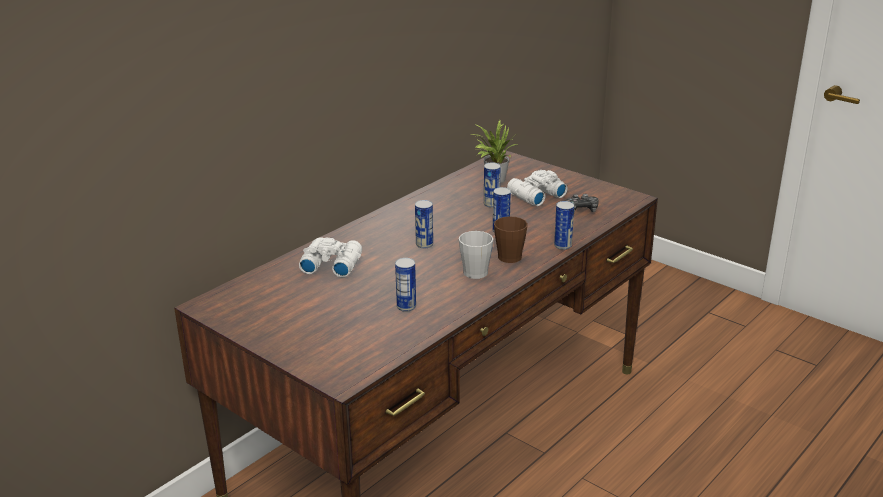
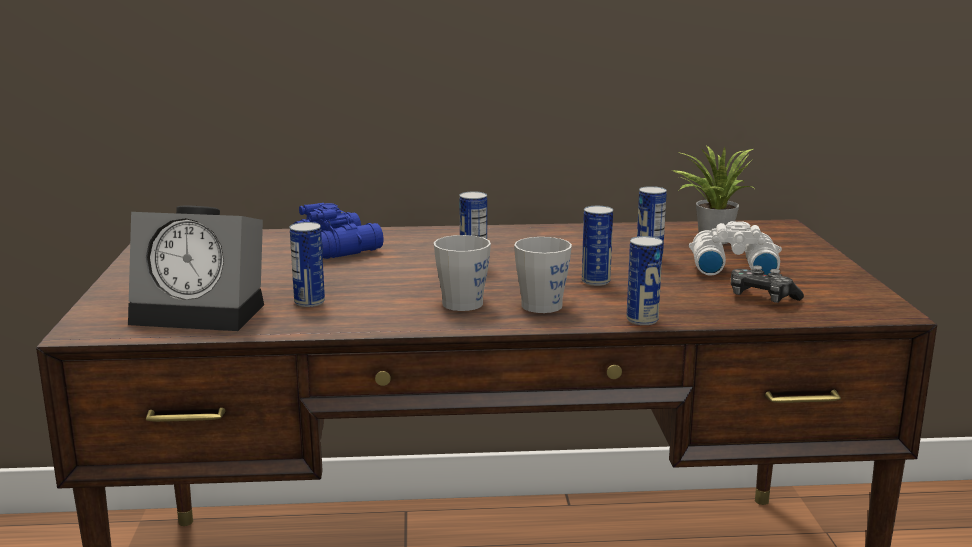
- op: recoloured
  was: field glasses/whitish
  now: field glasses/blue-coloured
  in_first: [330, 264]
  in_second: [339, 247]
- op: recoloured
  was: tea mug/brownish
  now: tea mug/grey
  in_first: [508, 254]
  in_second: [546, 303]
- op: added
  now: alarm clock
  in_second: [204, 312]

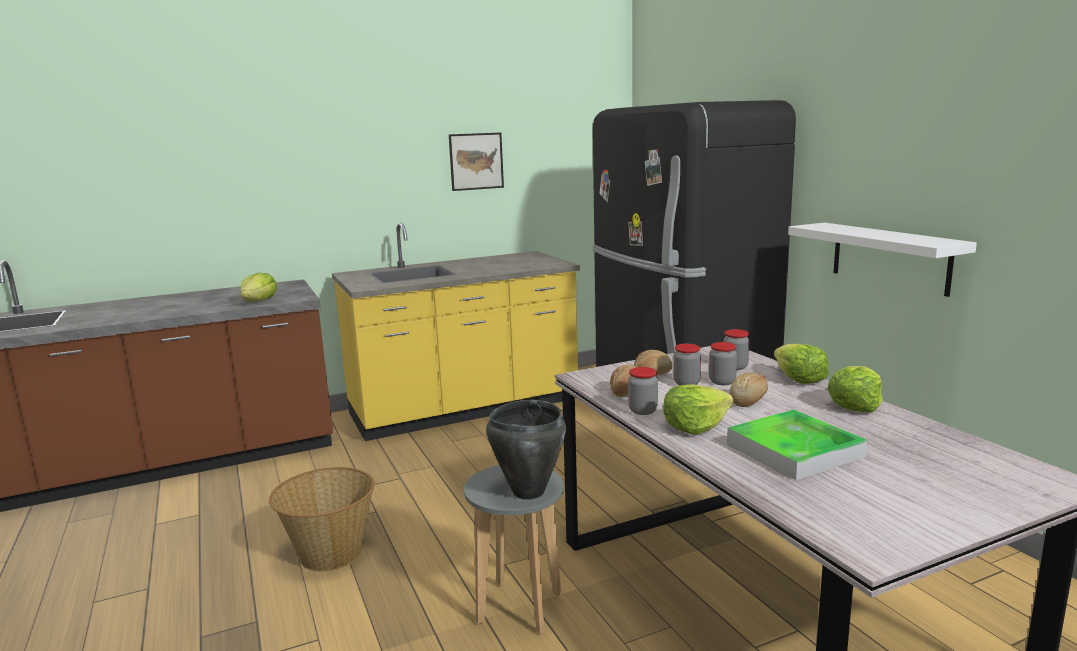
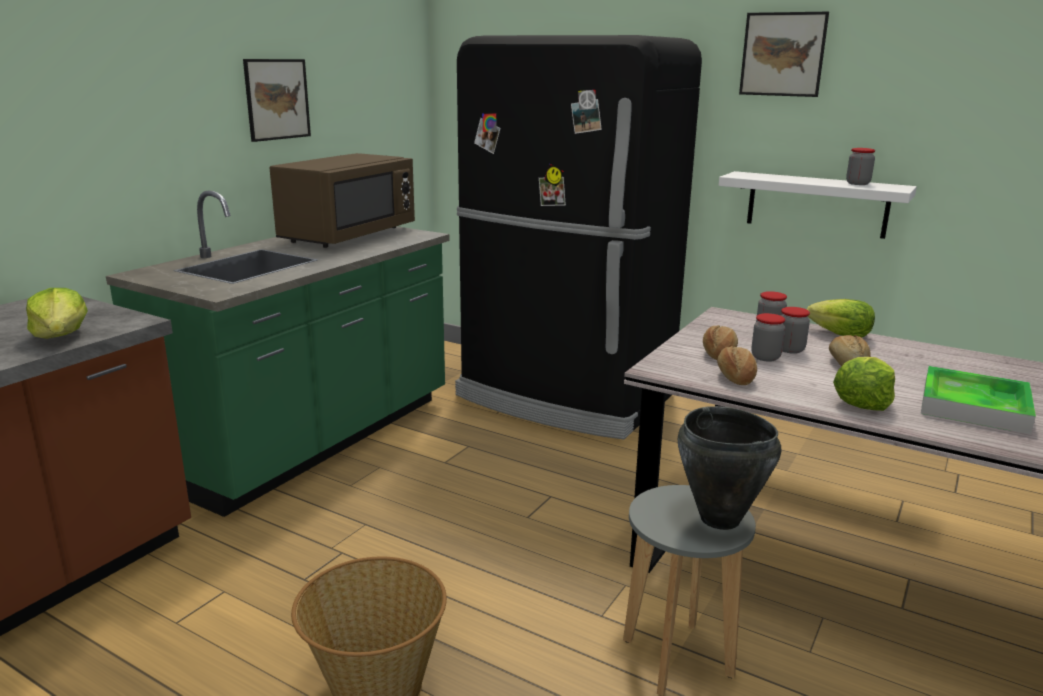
- op: recoloured
  was: kitchen counter/yellow
  now: kitchen counter/green
  in_first: [464, 409]
  in_second: [313, 440]
- op: moved
  was: jar
  in_first: [642, 411]
  in_second: [858, 183]
- op: removed
  was: lettuce head
  in_first: [855, 405]
- op: added
  now: microwave/brownish
  in_second: [348, 235]
- op: added
  now: wall picture
  in_second: [782, 54]

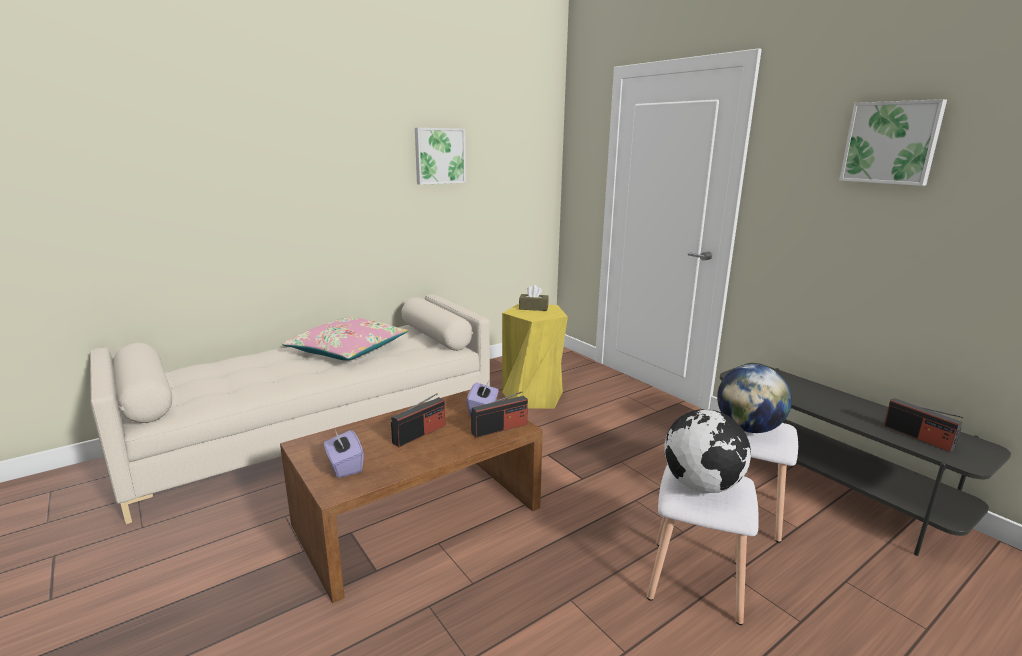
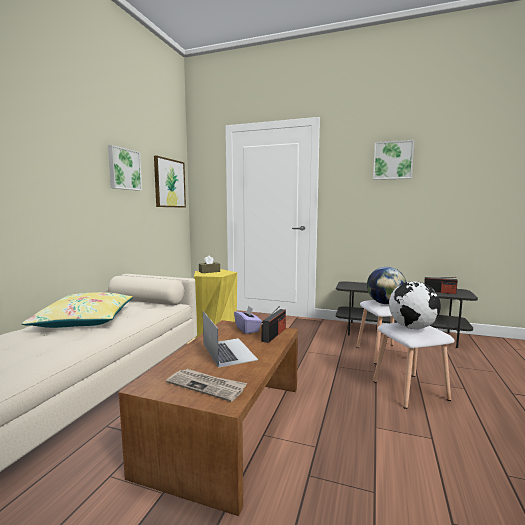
- op: recoloured
  was: pillow/pink
  now: pillow/yellow
  in_first: [348, 350]
  in_second: [85, 320]
- op: replaced
  was: tissue holder/purple-coloured
  now: printed paper
  in_first: [344, 466]
  in_second: [207, 386]
- op: replaced
  was: radio
  now: laptop
  in_first: [419, 434]
  in_second: [229, 351]
- op: added
  now: wall picture
  in_second: [169, 183]

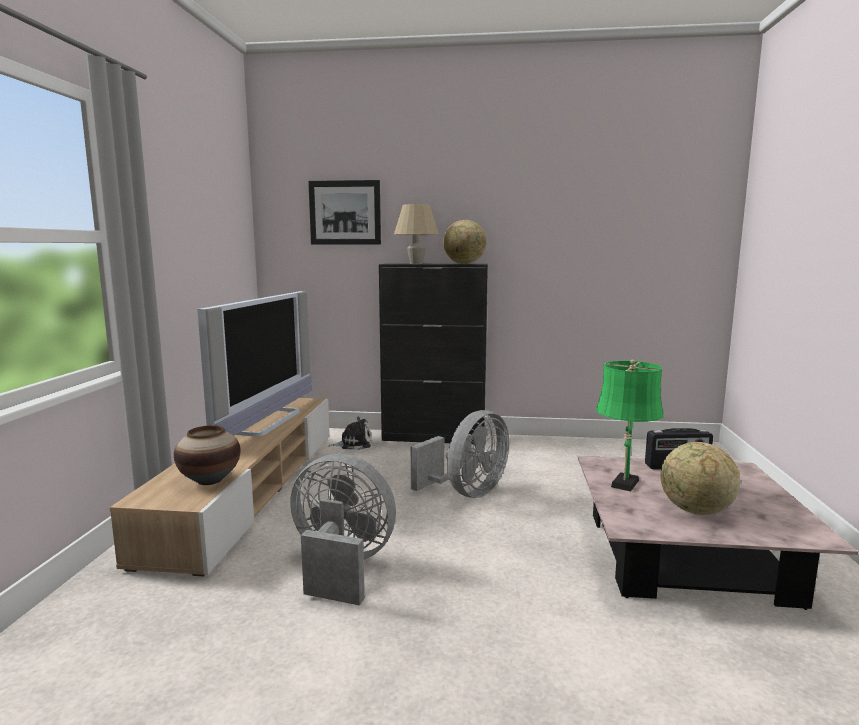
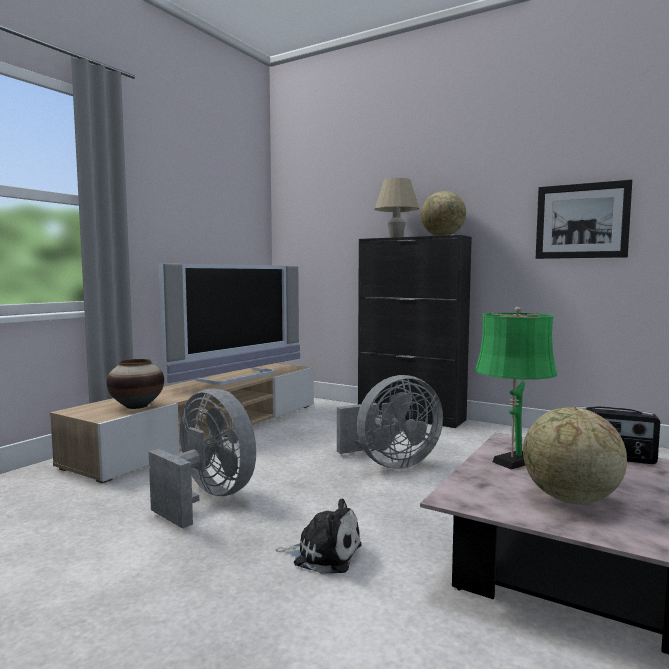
- op: moved
  was: wall picture
  in_first: [345, 212]
  in_second: [581, 221]
- op: moved
  was: plush toy
  in_first: [353, 444]
  in_second: [323, 554]

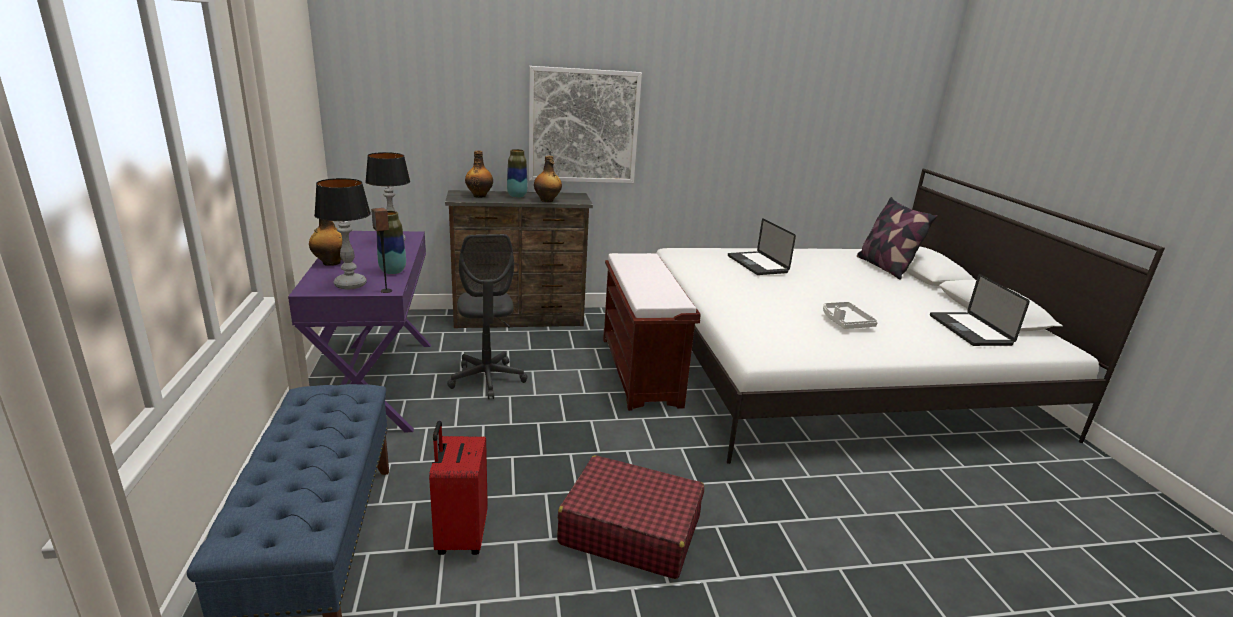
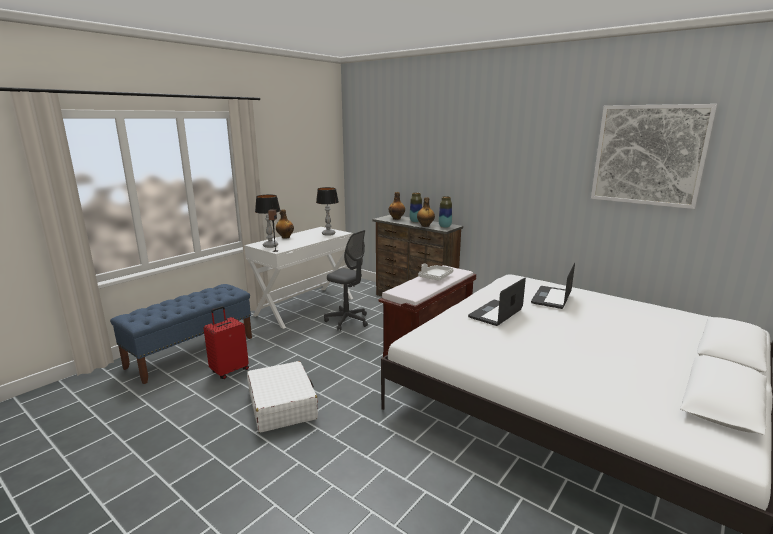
- op: recoloured
  was: desk table/purple-coloured
  now: desk table/whitish
  in_first: [377, 384]
  in_second: [304, 306]
- op: moved
  was: flower vase
  in_first: [393, 271]
  in_second: [445, 227]
- op: turned
  was: computer chair/grey
  in_first: [487, 379]
  in_second: [347, 321]
  clockwise: -90
- op: moved
  was: wall picture
  in_first: [583, 126]
  in_second: [648, 155]
- op: recoloured
  was: travel case/red-coloured
  now: travel case/whitish
  in_first: [630, 530]
  in_second: [282, 405]
- op: moved
  was: serving tray/whitish
  in_first: [845, 322]
  in_second: [435, 277]
- op: removed
  was: pillow
  in_first: [885, 267]
- op: moved
  was: laptop
  in_first: [969, 330]
  in_second: [495, 313]

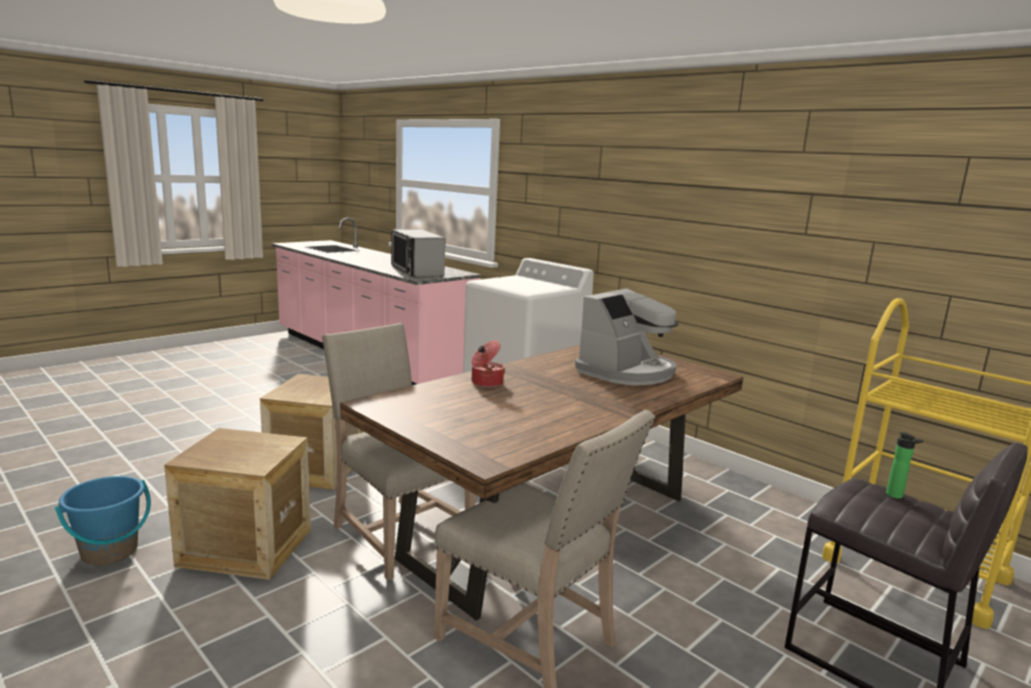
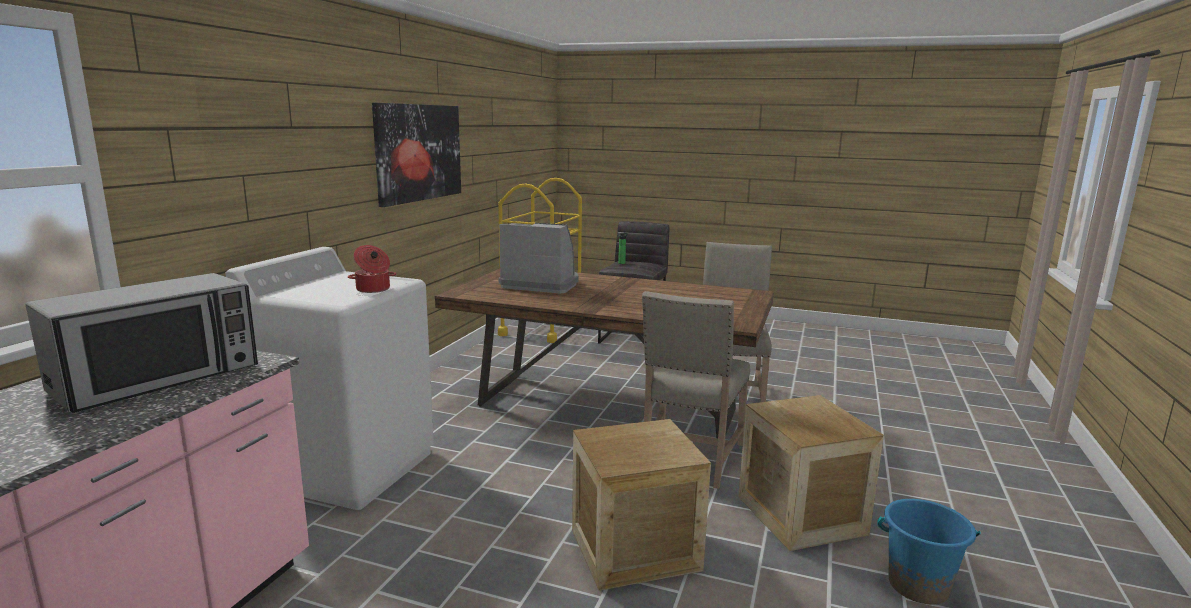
- op: moved
  was: saucepot
  in_first: [486, 383]
  in_second: [373, 289]
- op: added
  now: wall picture
  in_second: [419, 152]

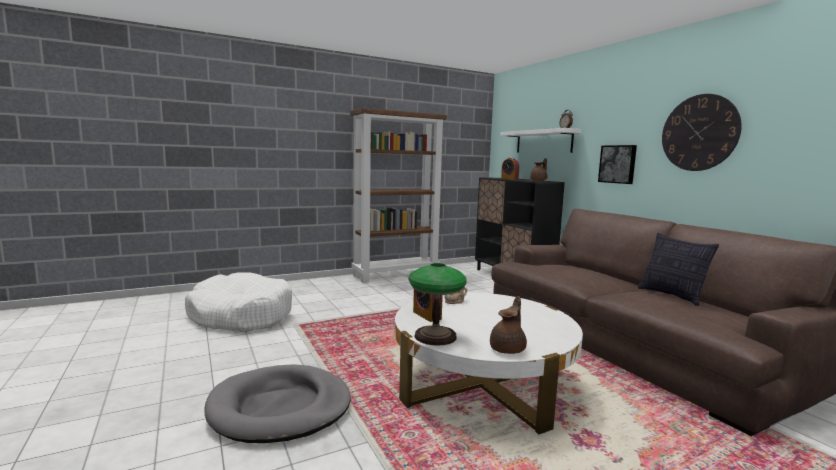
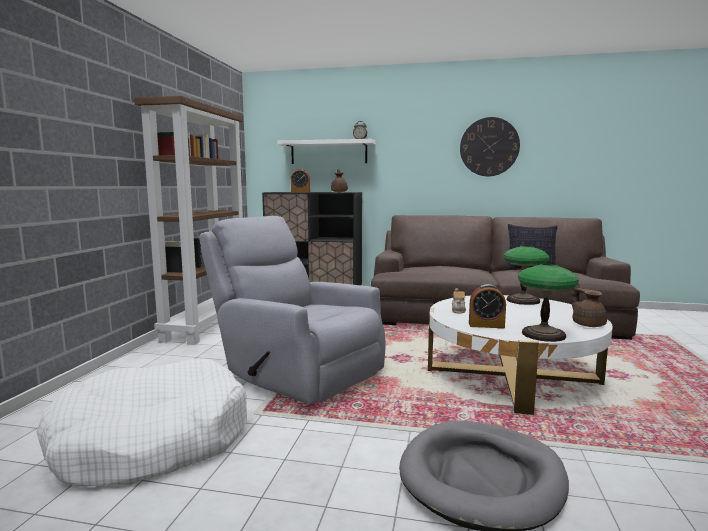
- op: removed
  was: wall picture
  in_first: [618, 164]
- op: added
  now: lounge chair/grey
  in_second: [295, 372]
- op: added
  now: lamp for a table
  in_second: [523, 300]

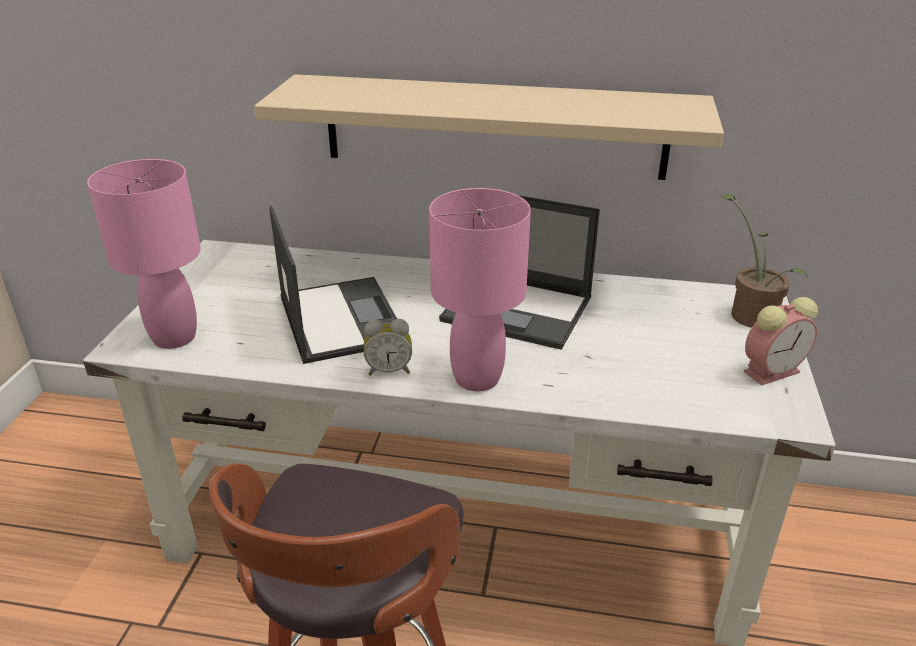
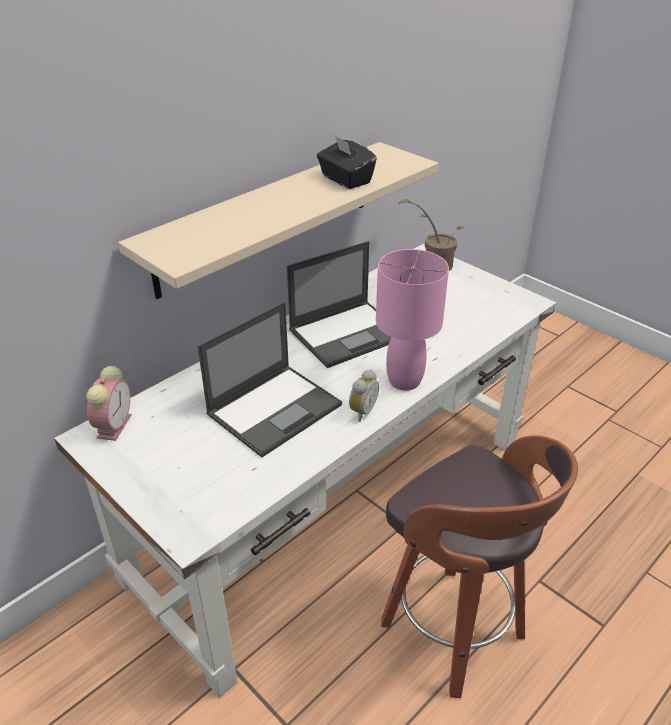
- op: removed
  was: lamp for a table/pink
  in_first: [175, 337]
- op: turned
  was: laptop
  in_first: [340, 318]
  in_second: [275, 408]
  clockwise: 120
- op: moved
  was: alarm clock
  in_first: [773, 371]
  in_second: [114, 425]
- op: added
  now: tissue holder/blackish
  in_second: [345, 179]

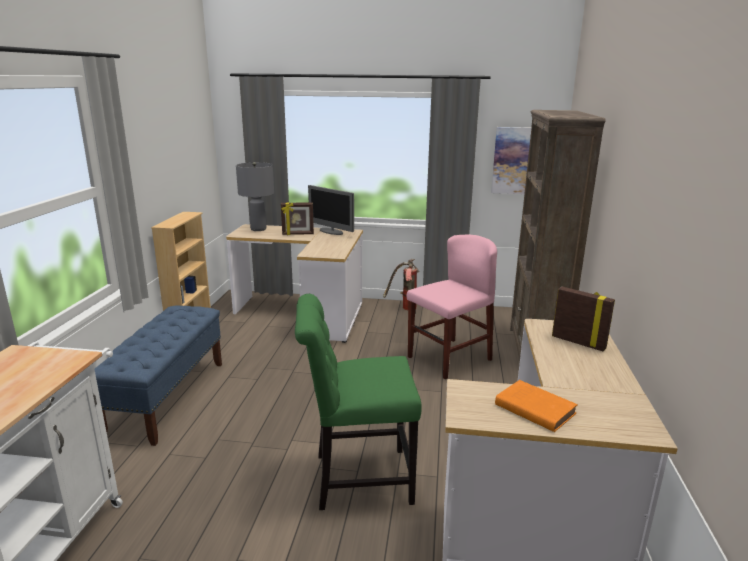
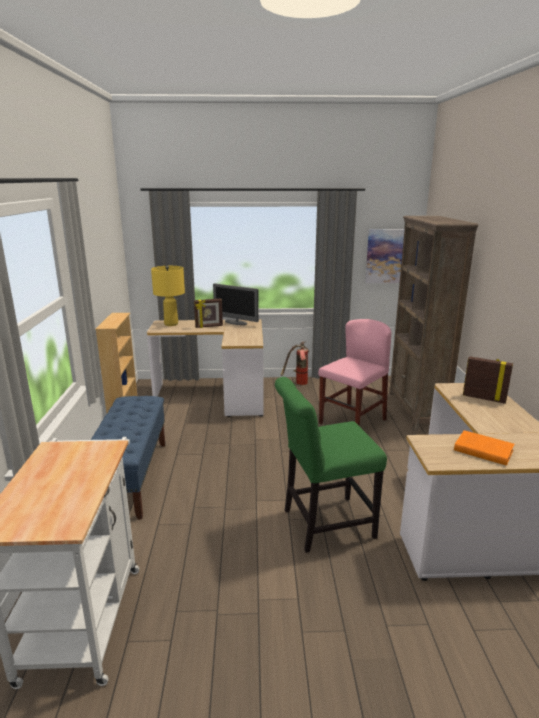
- op: recoloured
  was: lamp for a table/grey
  now: lamp for a table/yellow
  in_first: [258, 229]
  in_second: [171, 324]

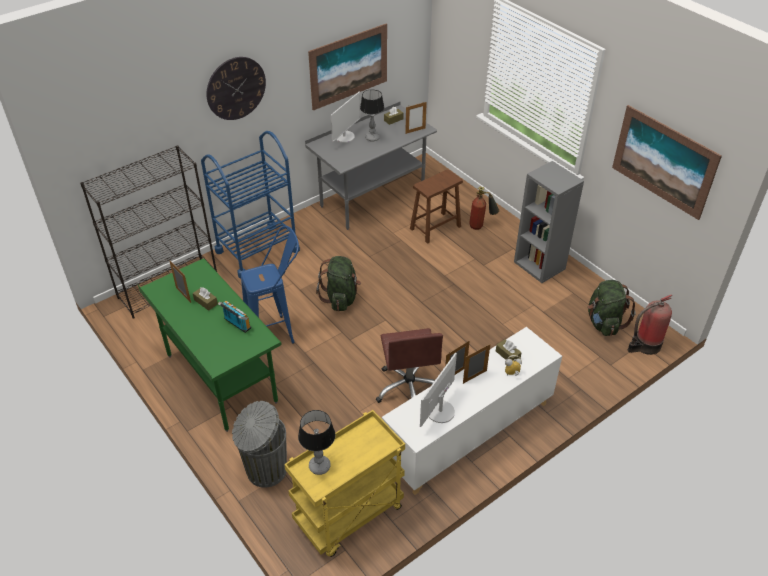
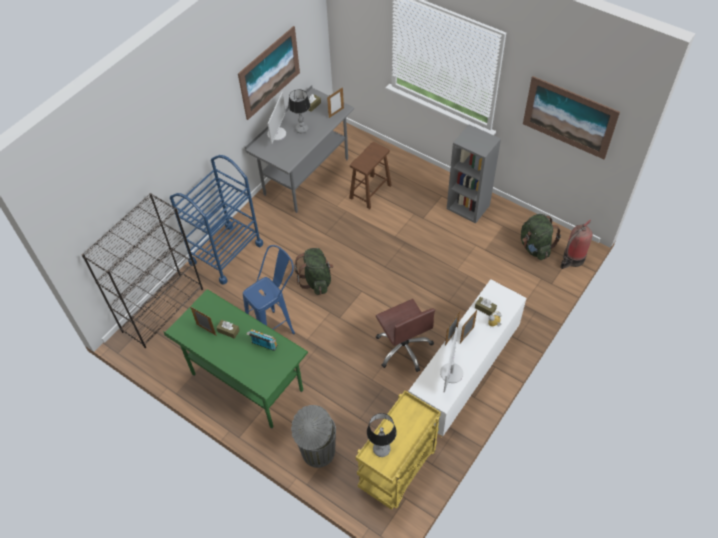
- op: removed
  was: clock on the wall
  in_first: [236, 88]
- op: removed
  was: fire extinguisher
  in_first: [481, 225]

